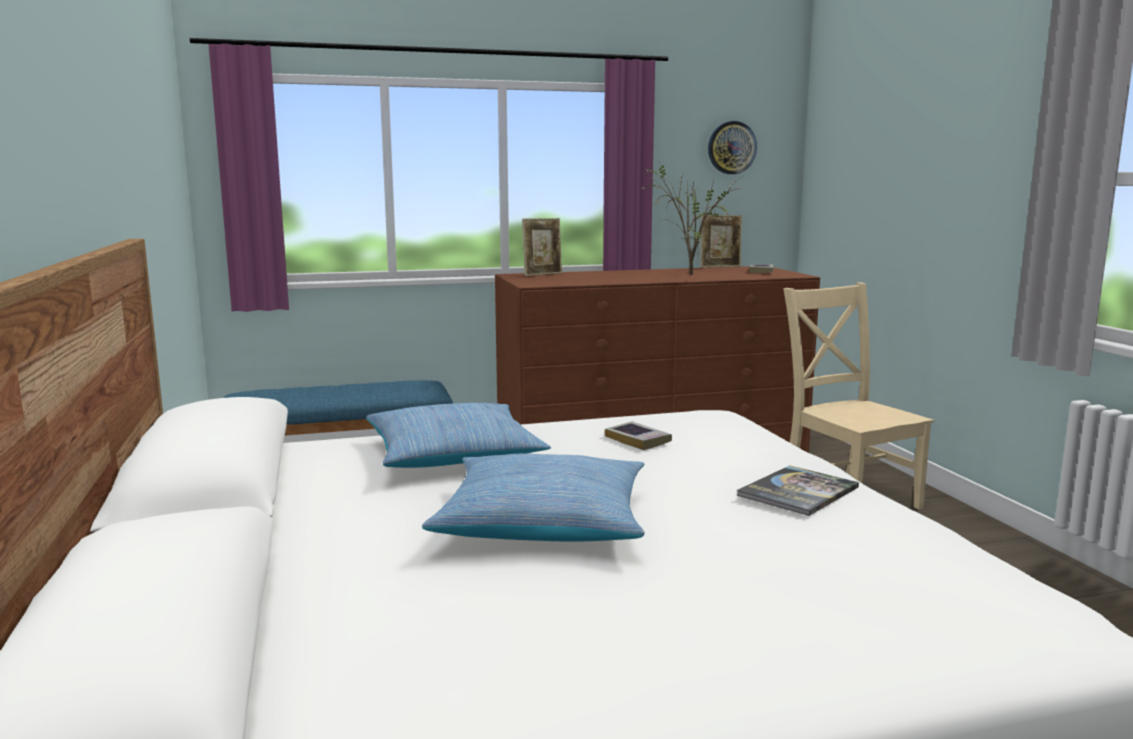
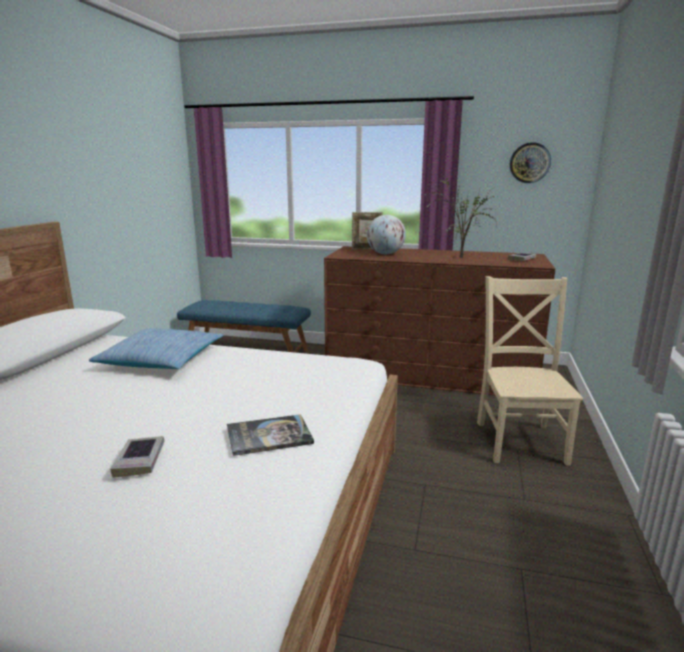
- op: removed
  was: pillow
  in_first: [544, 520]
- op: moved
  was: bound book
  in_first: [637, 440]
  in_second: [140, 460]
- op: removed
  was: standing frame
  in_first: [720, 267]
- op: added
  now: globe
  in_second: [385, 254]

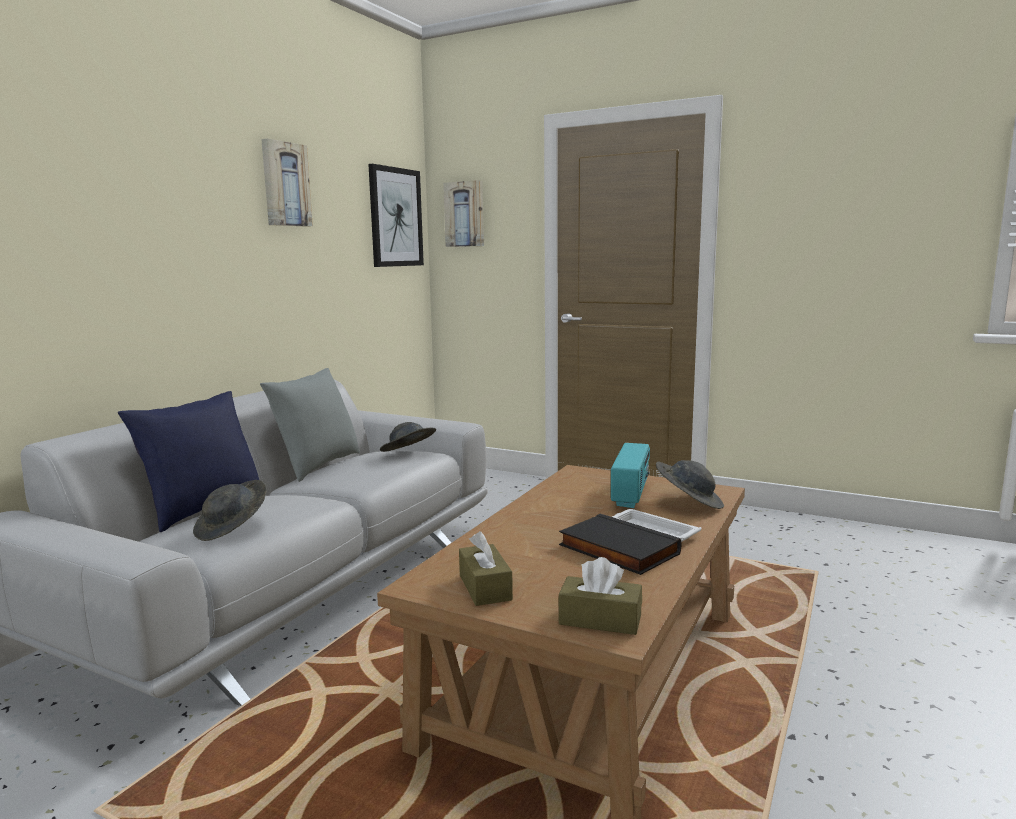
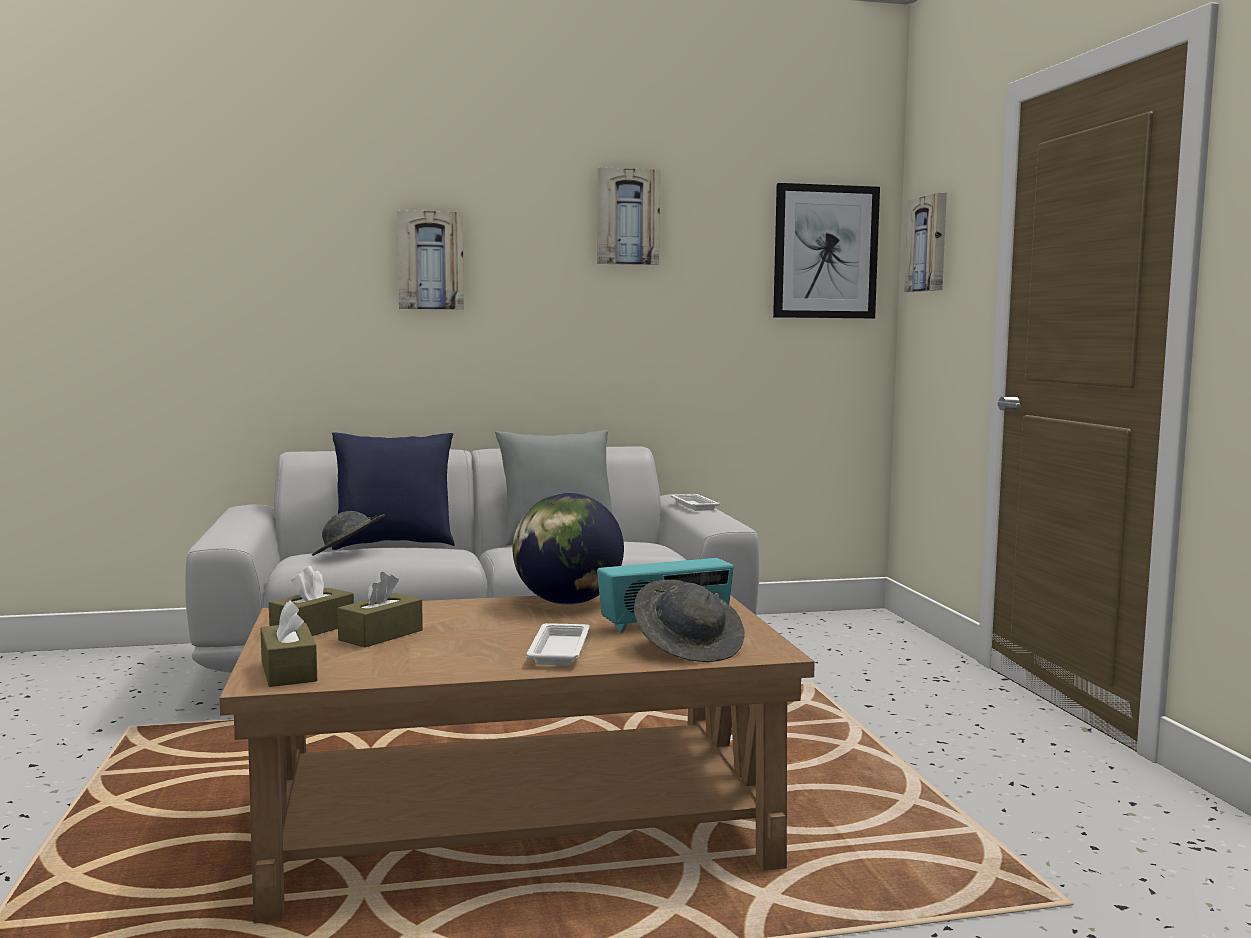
- op: removed
  was: hat/grey
  in_first: [408, 454]
- op: removed
  was: bound book/blackish
  in_first: [616, 550]
- op: added
  now: tissue holder/brownish
  in_second: [381, 635]
- op: added
  now: wall picture
  in_second: [430, 261]
- op: added
  now: globe
  in_second: [567, 602]
- op: added
  now: serving tray/whitish
  in_second: [694, 505]

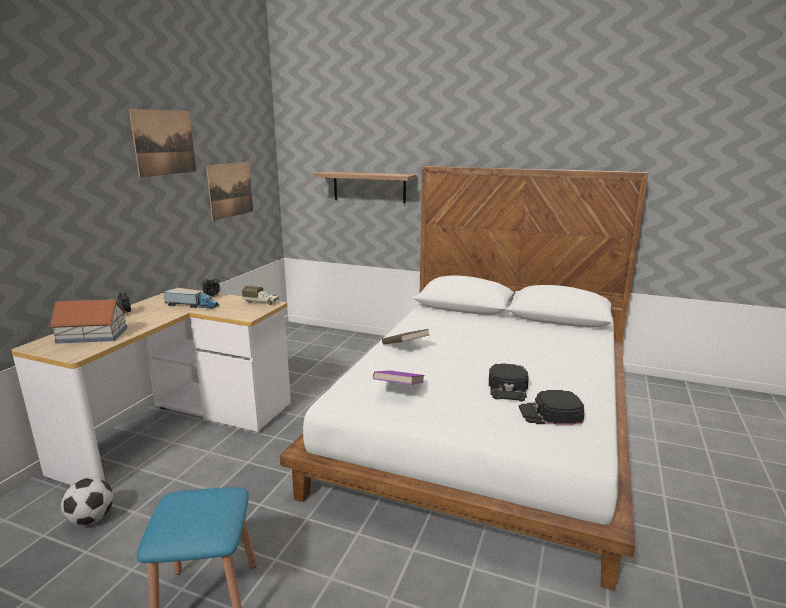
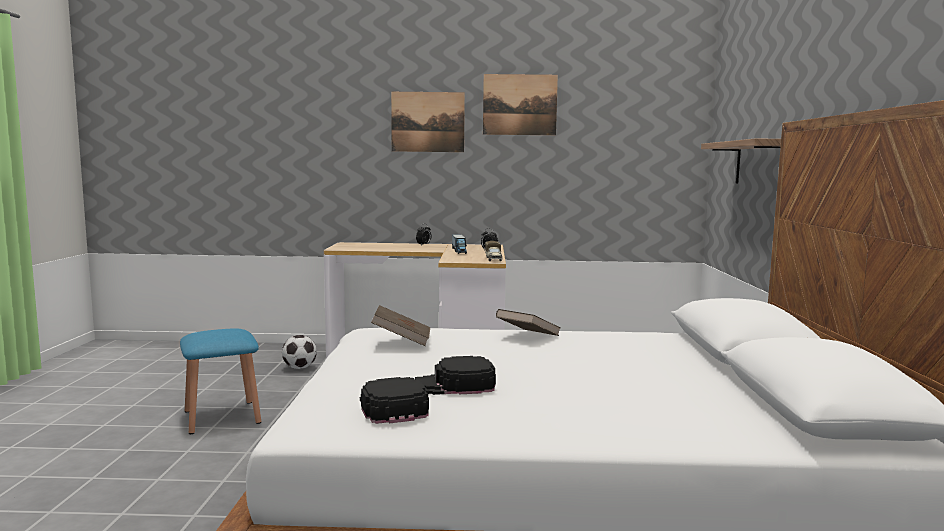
- op: removed
  was: model house
  in_first: [92, 335]
- op: moved
  was: wall picture
  in_first: [230, 190]
  in_second: [427, 122]
- op: recoloured
  was: bound book/purple-coloured
  now: bound book/brownish
  in_first: [399, 389]
  in_second: [401, 340]

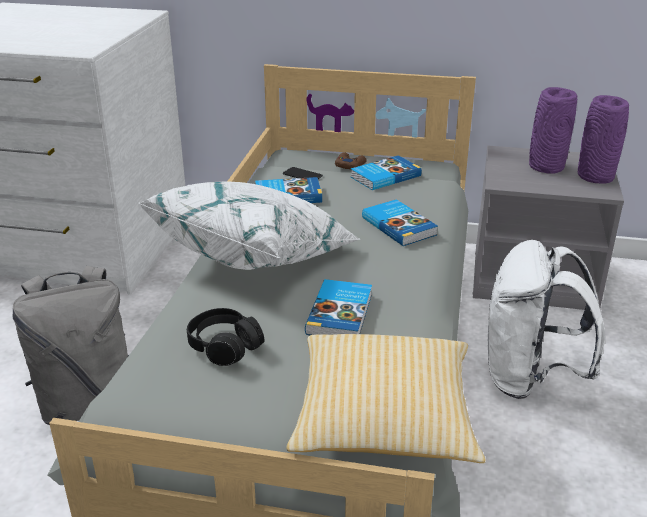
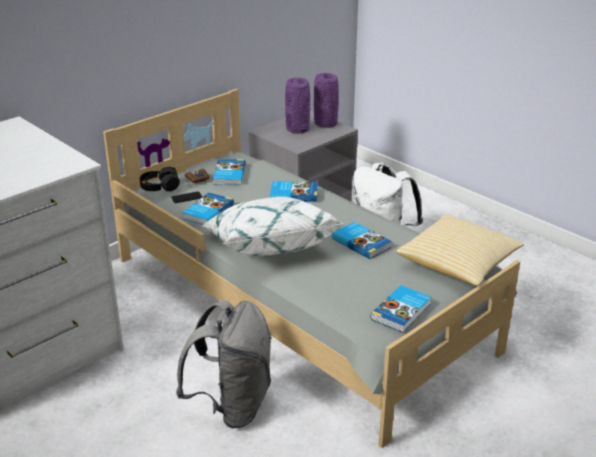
- op: moved
  was: headphones/blackish
  in_first: [224, 346]
  in_second: [160, 187]
- op: added
  now: bound book
  in_second: [402, 311]

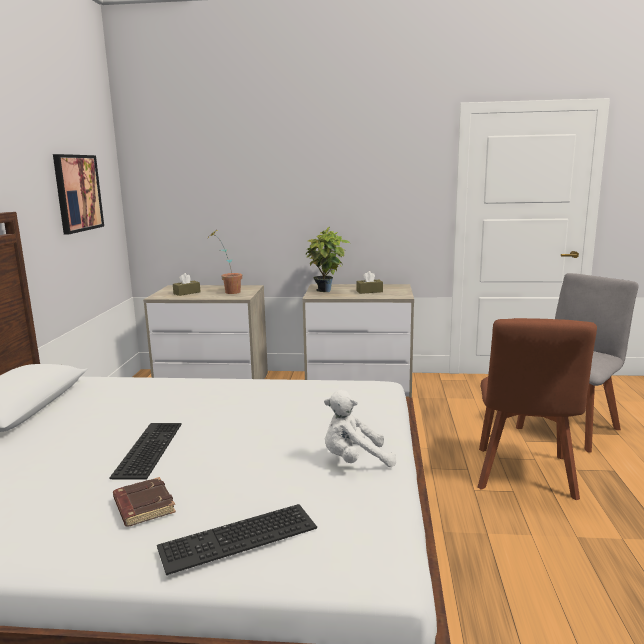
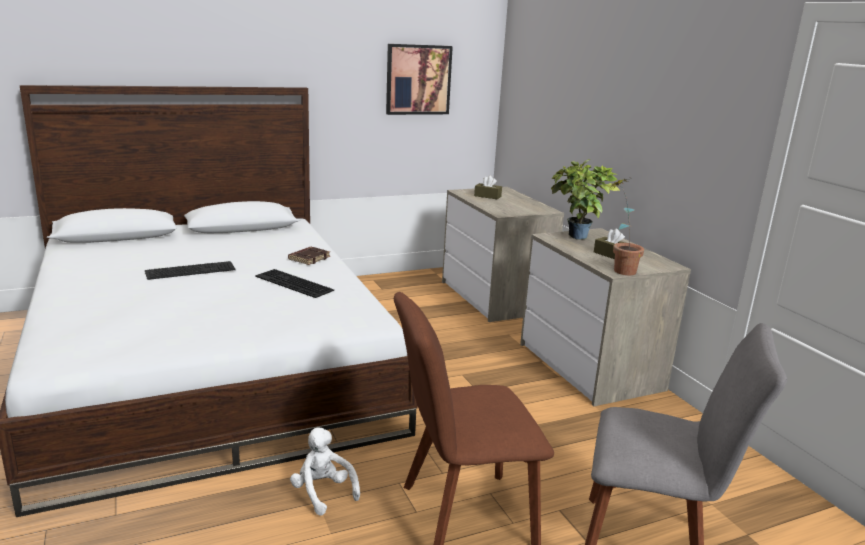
- op: moved
  was: bound book/brownish
  in_first: [143, 506]
  in_second: [309, 258]
- op: moved
  was: keyboard
  in_first: [238, 539]
  in_second: [292, 283]
- op: moved
  was: houseplant
  in_first: [227, 292]
  in_second: [619, 269]
- op: moved
  was: plush toy/whitish
  in_first: [354, 461]
  in_second: [323, 492]

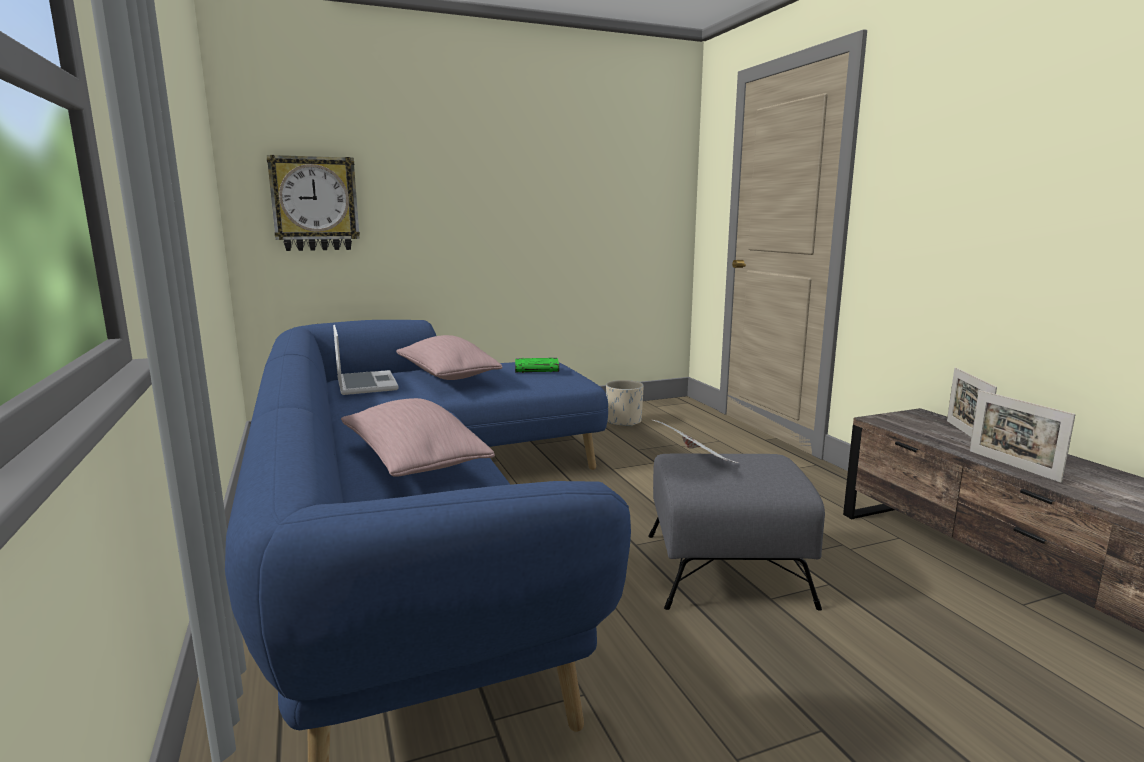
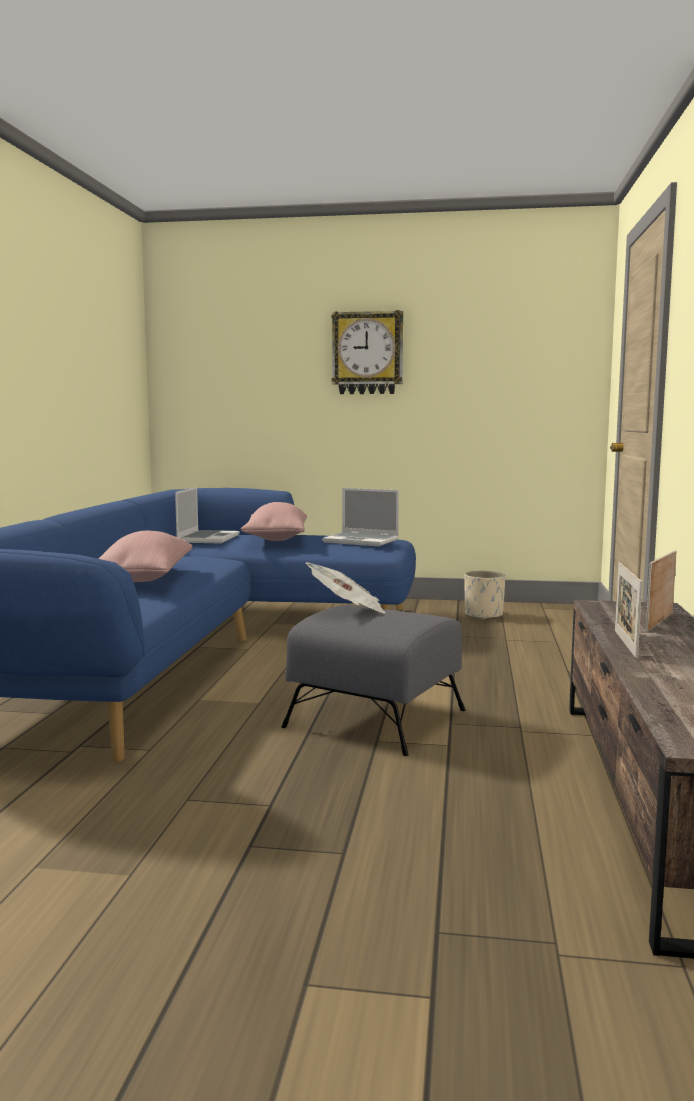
- op: moved
  was: clock on the wall
  in_first: [315, 204]
  in_second: [367, 353]
- op: replaced
  was: bound book/green
  now: laptop
  in_first: [537, 369]
  in_second: [362, 541]

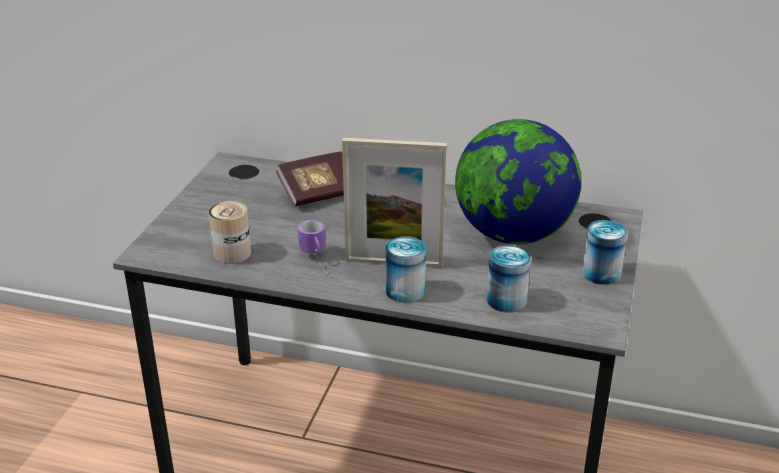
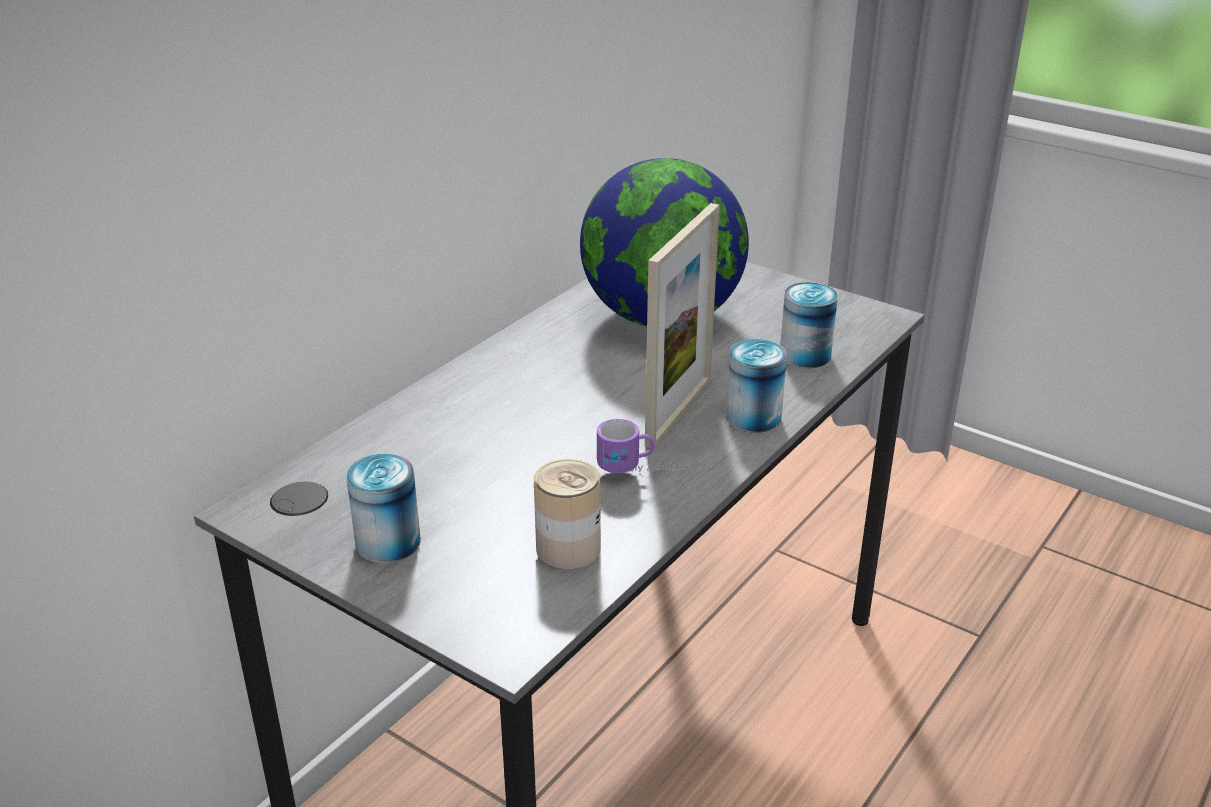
- op: removed
  was: bound book
  in_first: [319, 193]
- op: moved
  was: can
  in_first: [601, 273]
  in_second: [388, 542]

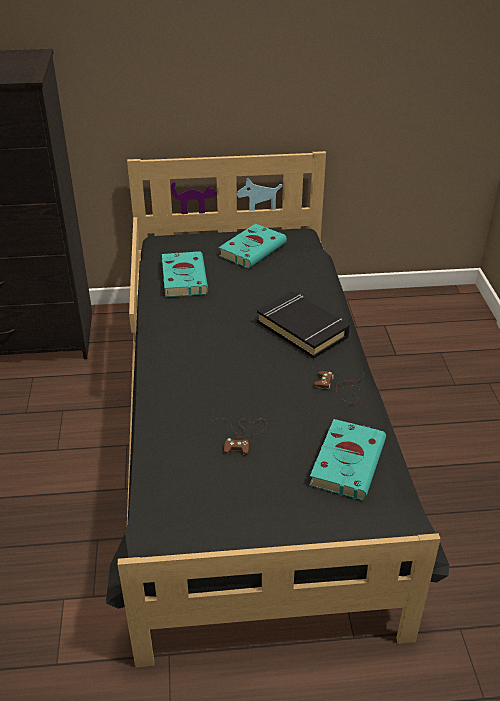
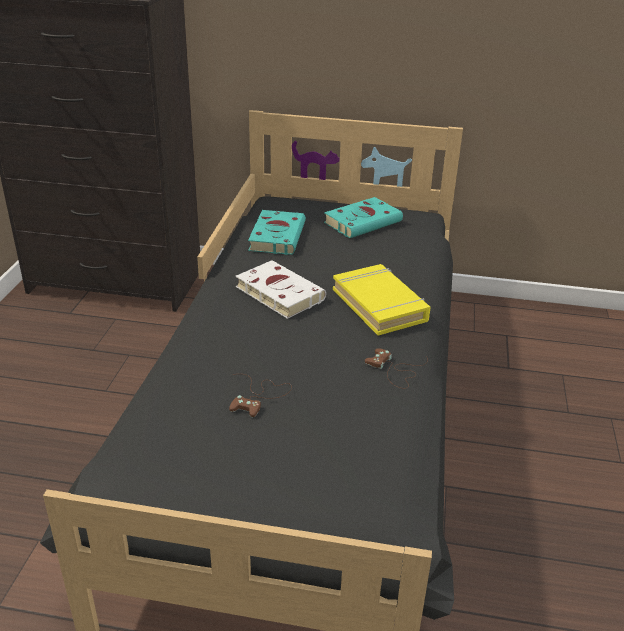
- op: recoloured
  was: bound book/blackish
  now: bound book/yellow
  in_first: [302, 329]
  in_second: [380, 305]
- op: removed
  was: bound book/blue-green
  in_first: [348, 461]
- op: added
  now: bound book/whitish
  in_second: [277, 293]

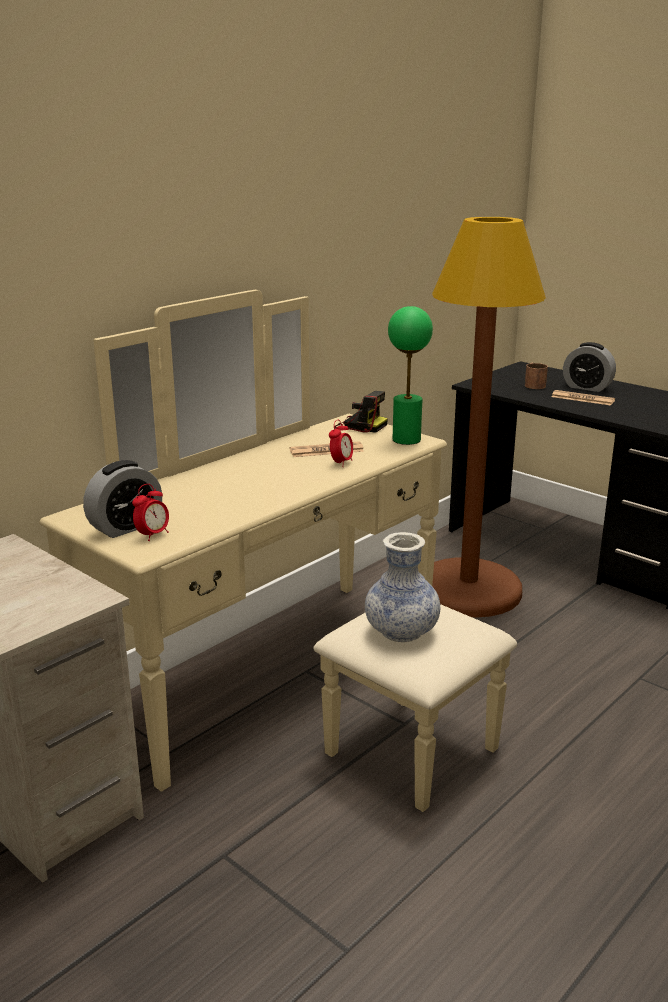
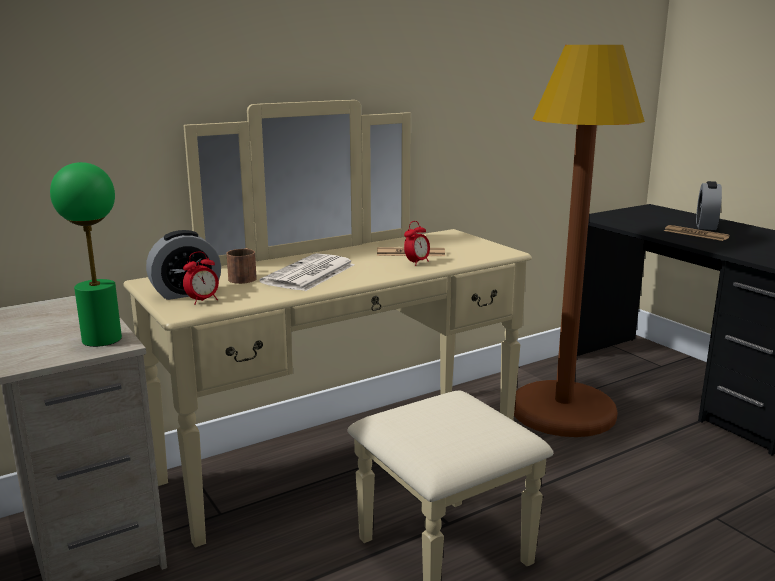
- op: removed
  was: still camera
  in_first: [359, 426]
- op: removed
  was: flower vase
  in_first: [401, 631]
- op: moved
  was: lamp for a table/green
  in_first: [406, 439]
  in_second: [102, 339]
- op: moved
  was: tea mug/brownish
  in_first: [533, 384]
  in_second: [244, 277]
- op: turned
  was: alarm clock
  in_first: [587, 387]
  in_second: [706, 226]
  clockwise: 60
- op: added
  now: printed paper
  in_second: [309, 274]

